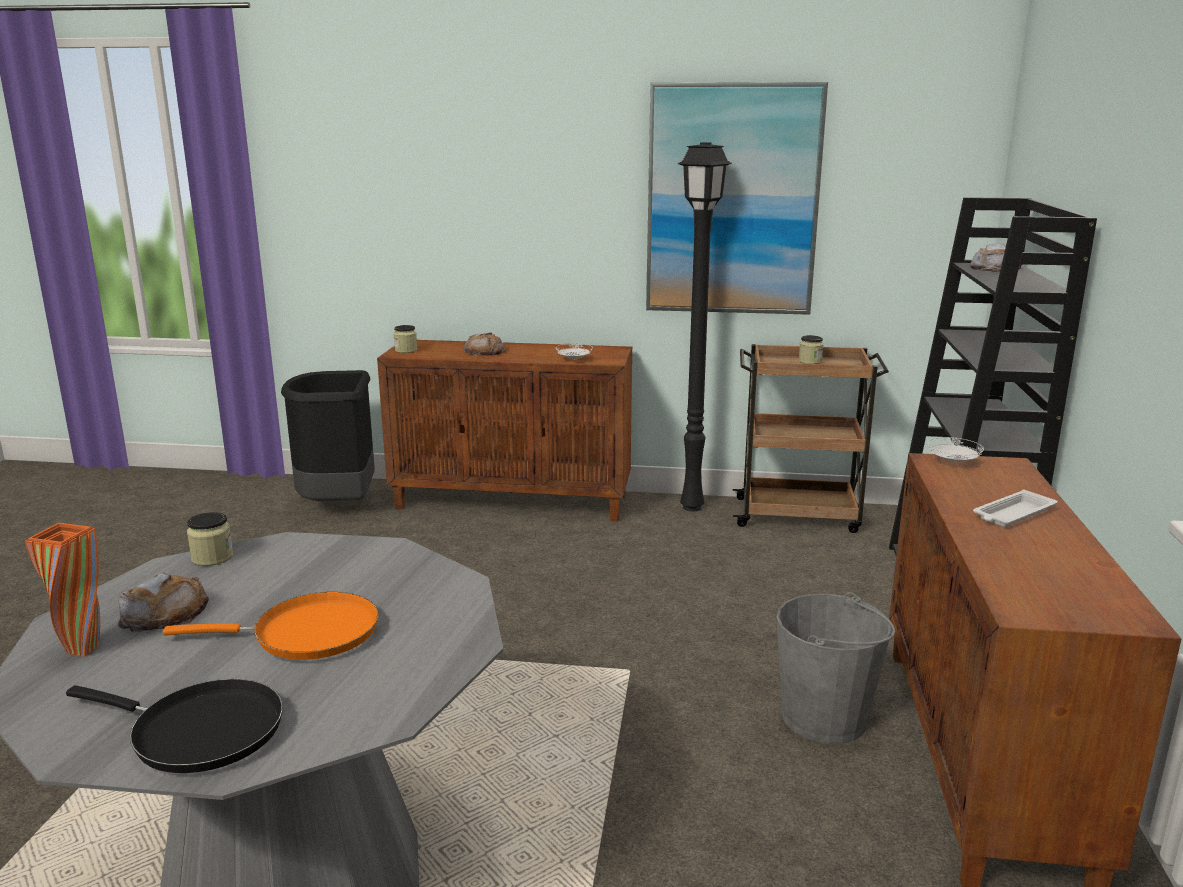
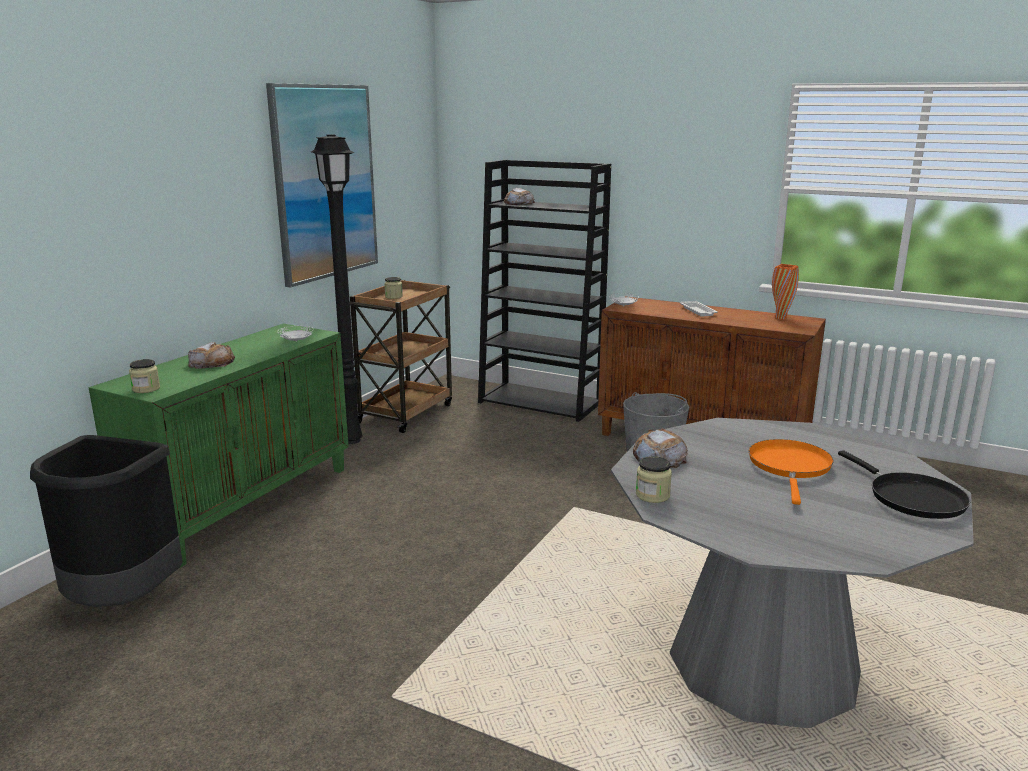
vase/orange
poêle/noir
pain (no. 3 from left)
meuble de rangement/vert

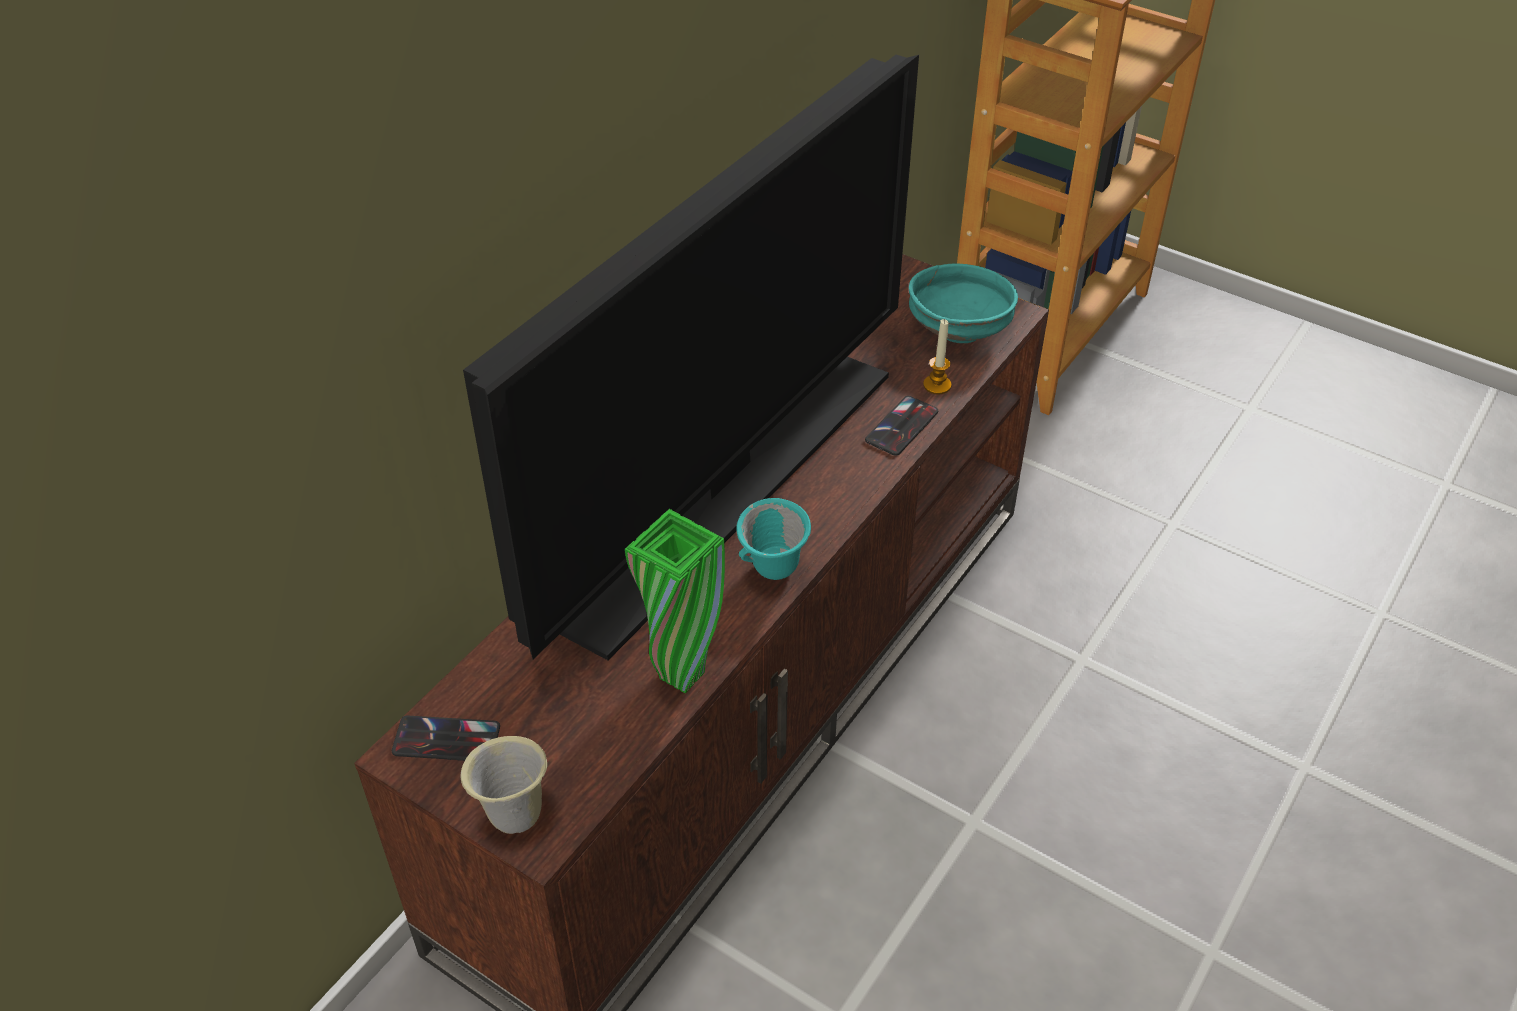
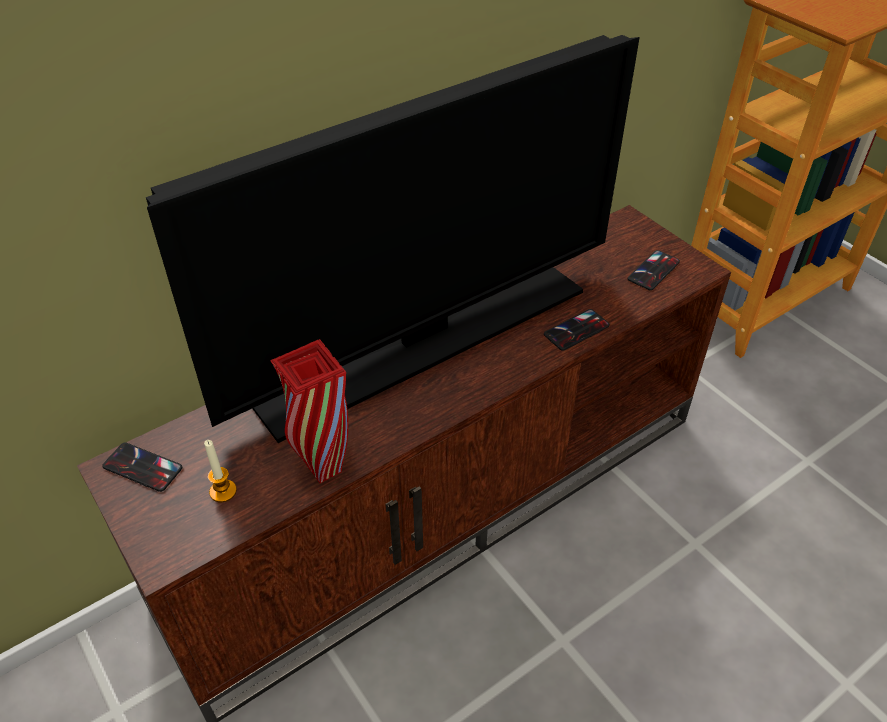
mug/beige
vase/rouge
mug/turquoise
téléphone (no. 3 from left)
bougie

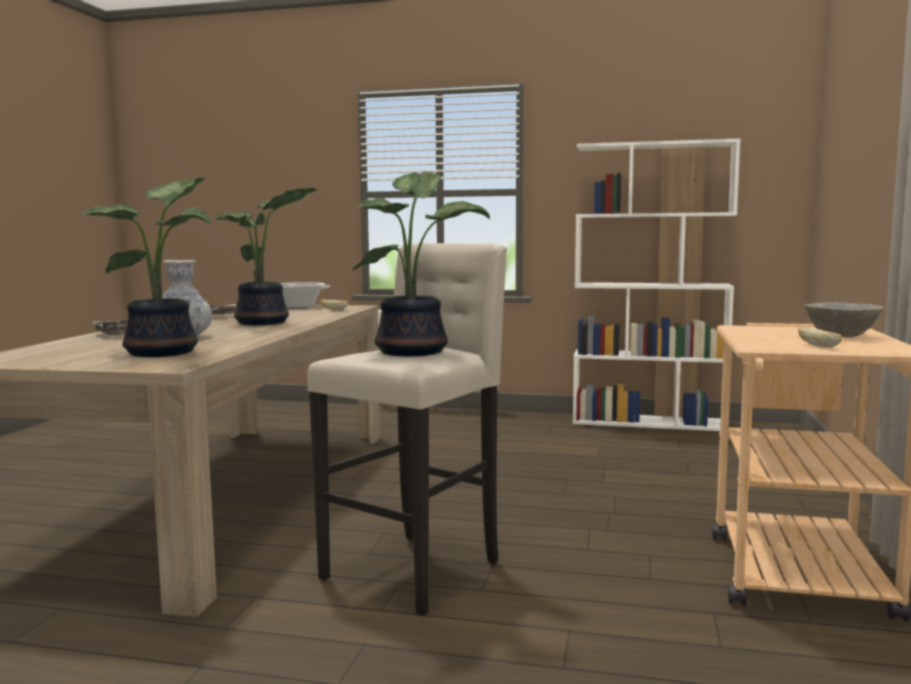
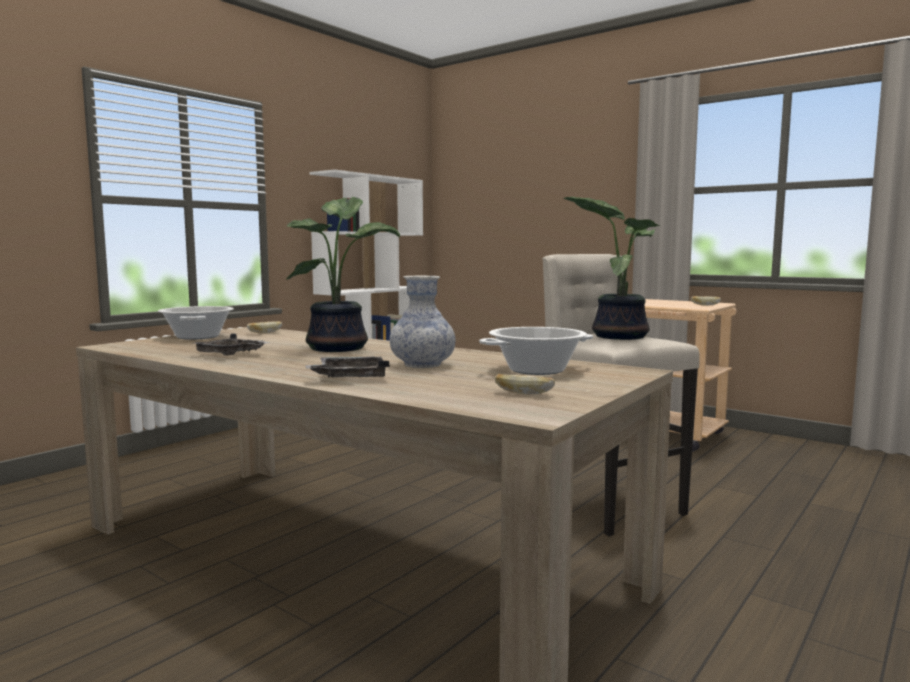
marmite (no. 2 from left)
bol/gris
pain (no. 2 from left)

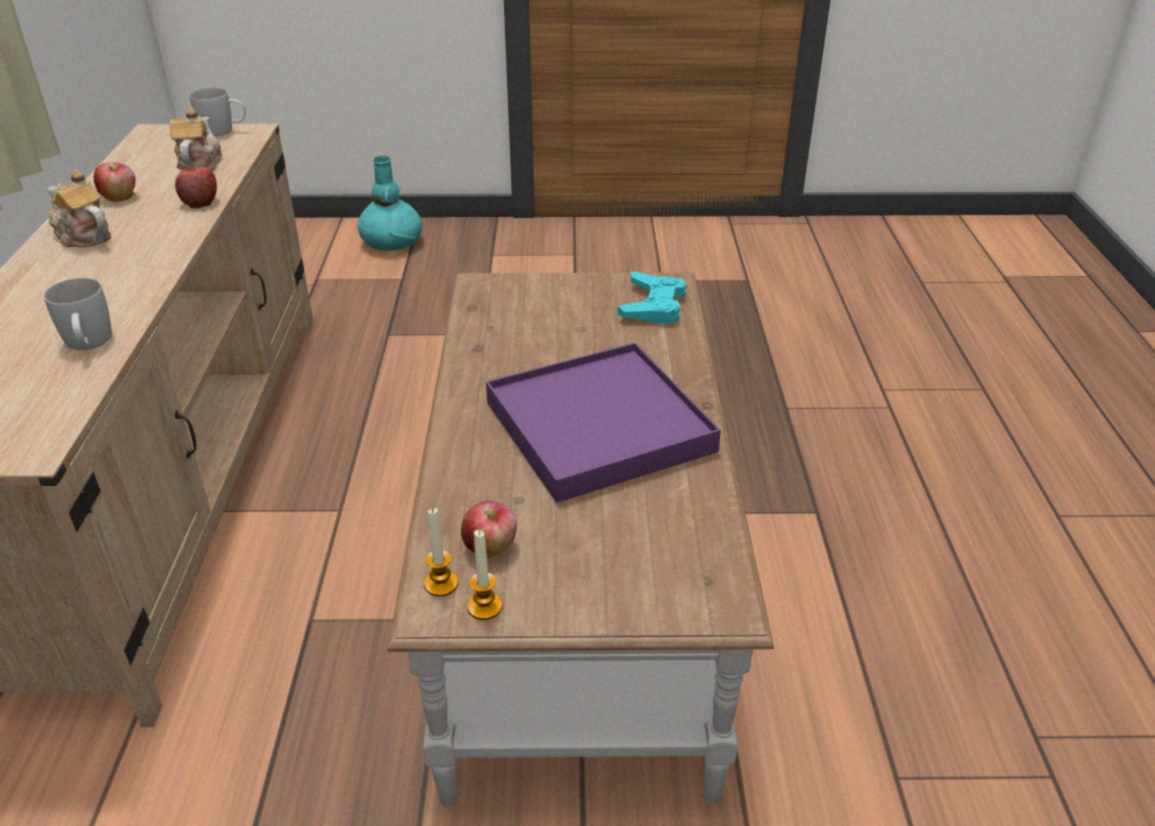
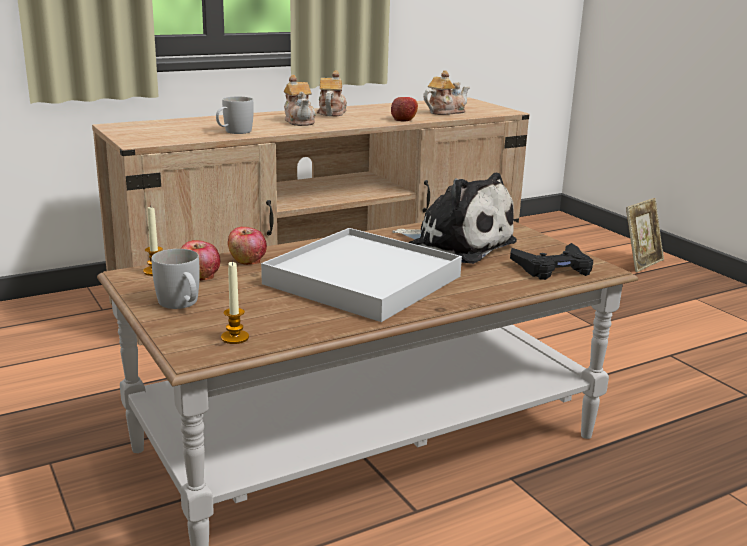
pomme (no. 2 from left)
mug/blanc (no. 1 from left)
cadre photo
bougie (no. 2 from left)
plateau/blanc
manette/noir
théière (no. 1 from left)
peluche

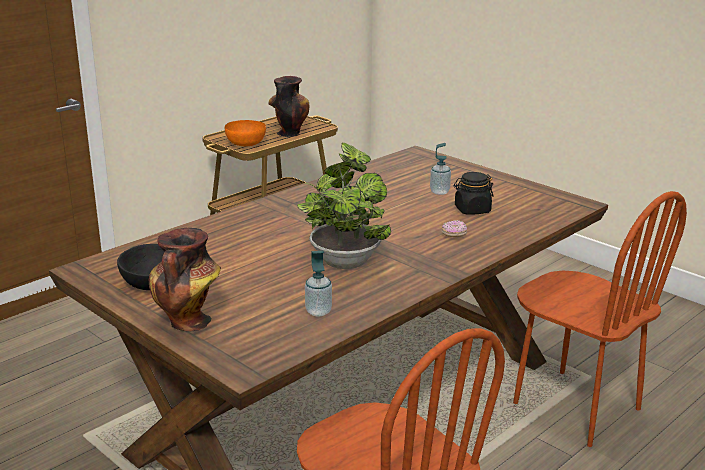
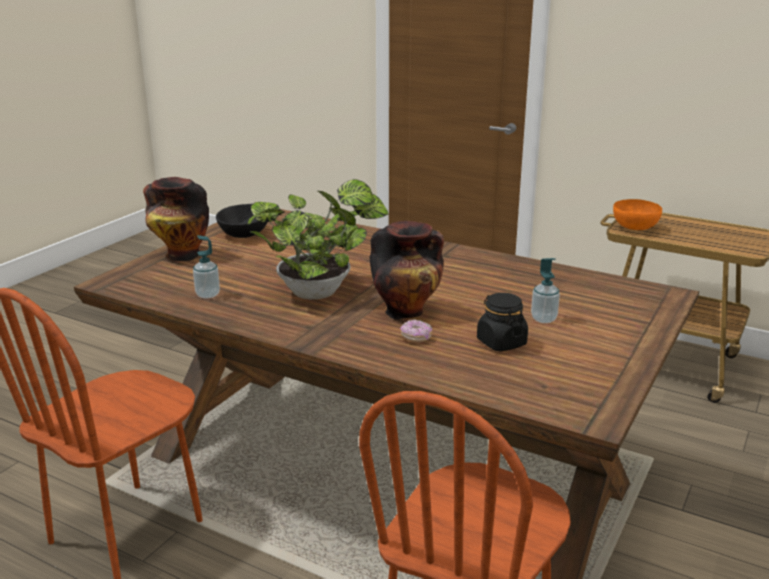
vase (no. 2 from left)

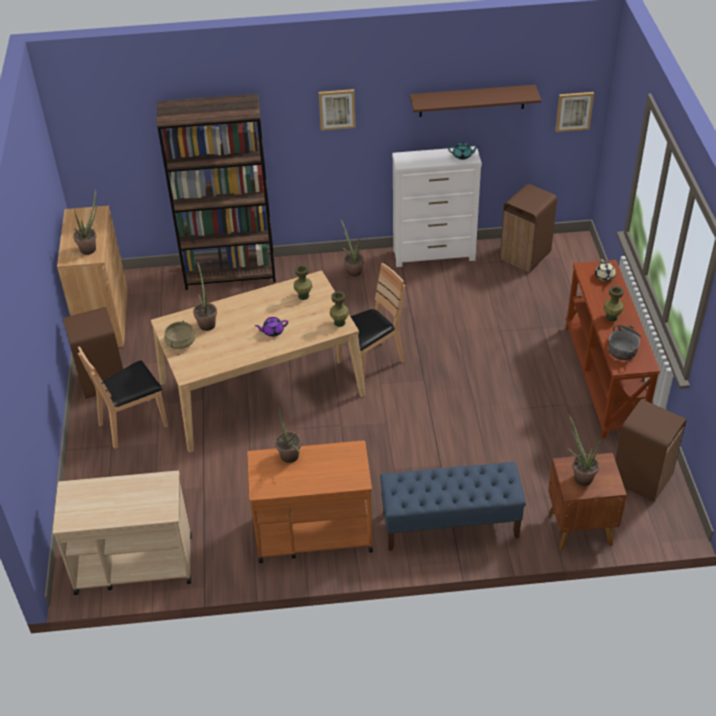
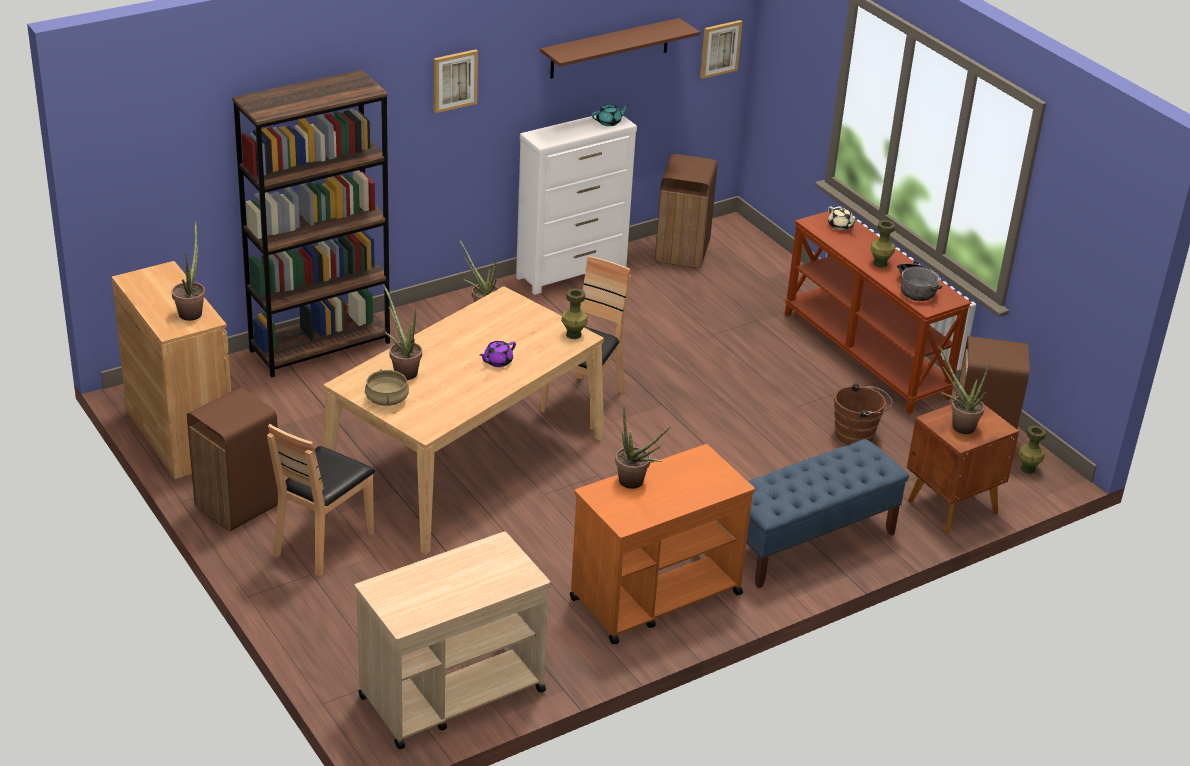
vase/vert (no. 3 from left)
seau/marron

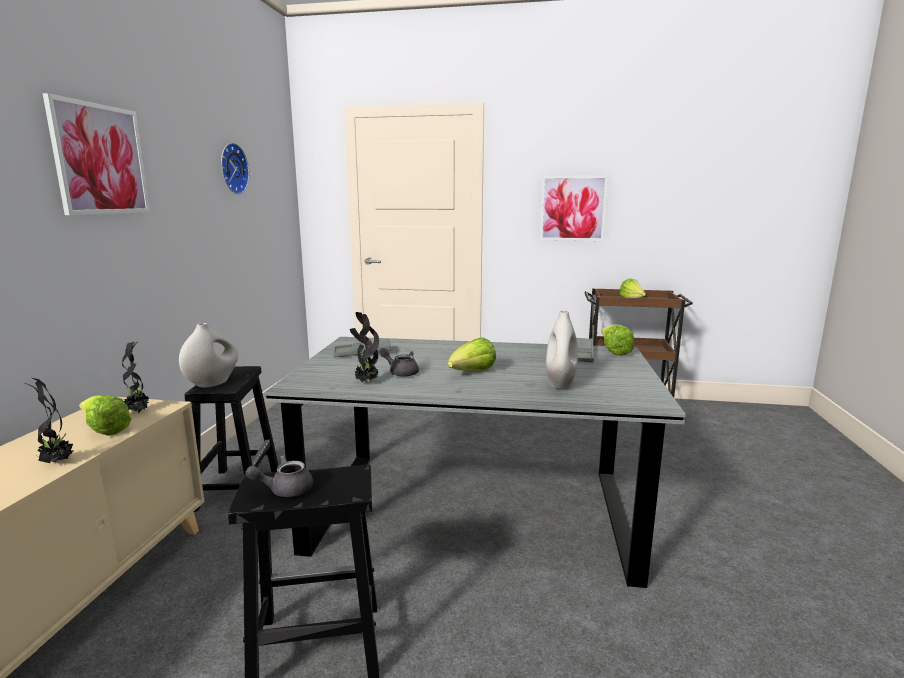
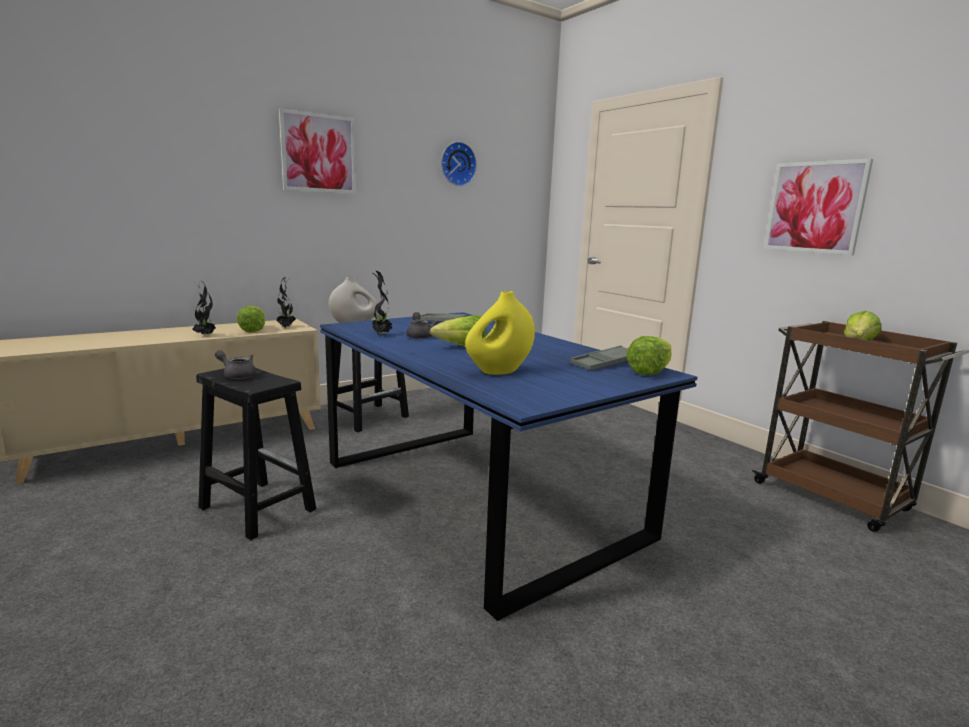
table à manger/bleu
vase/jaune

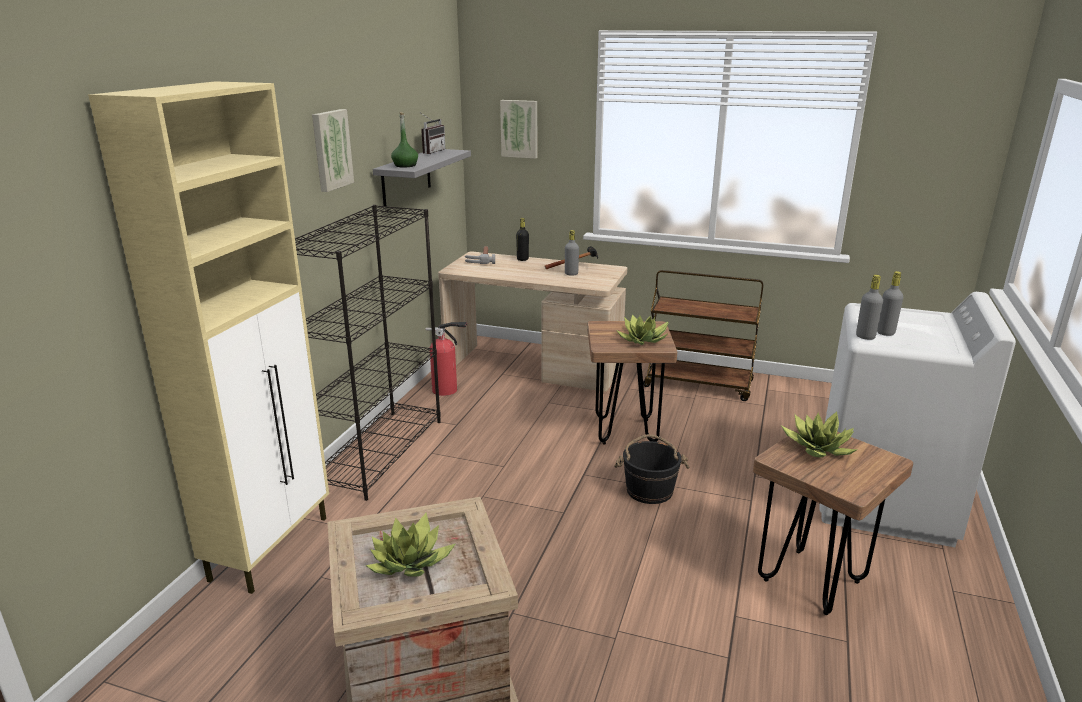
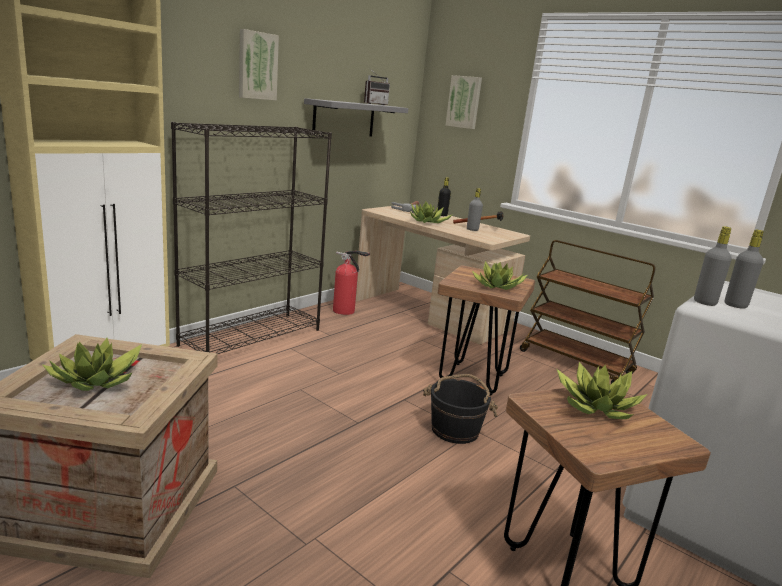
bouteille/vert
plante en pot (no. 2 from left)

